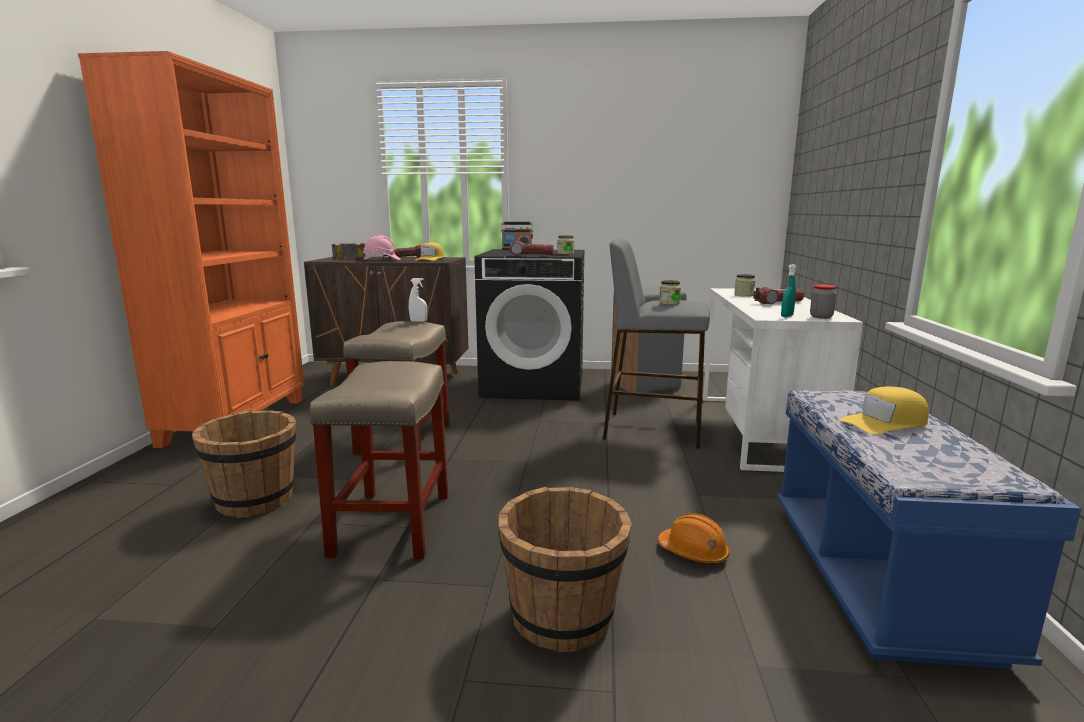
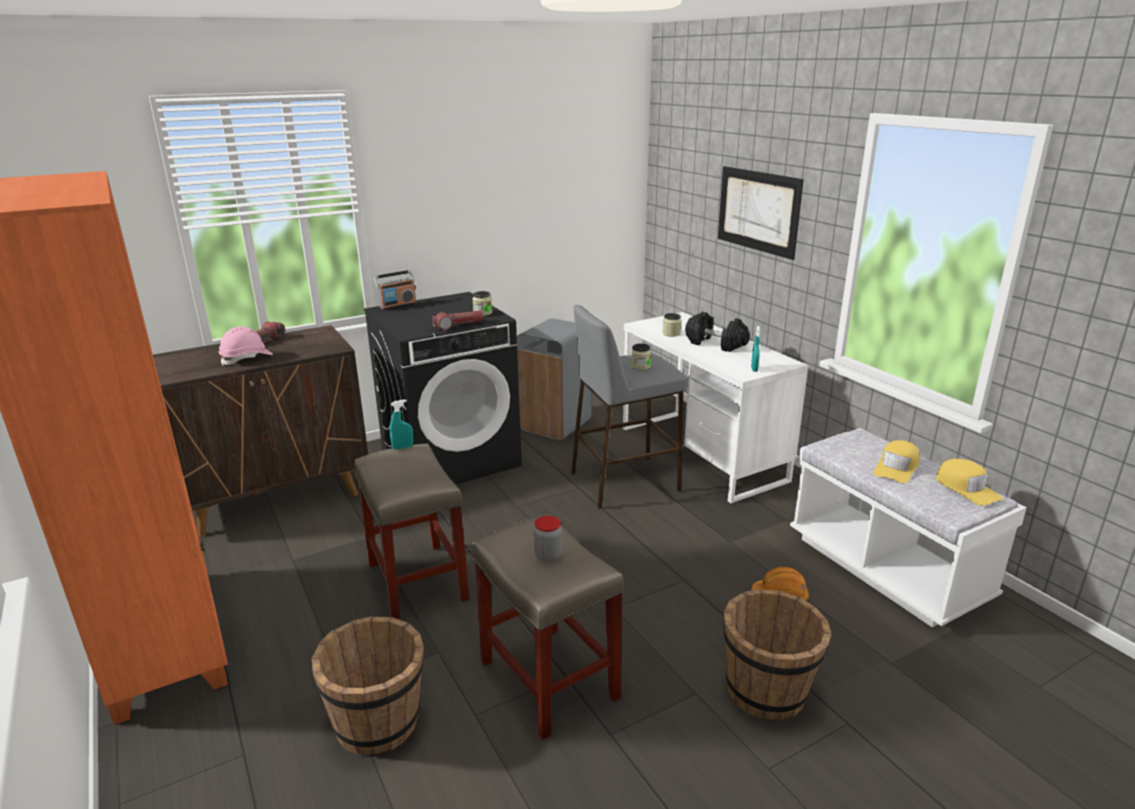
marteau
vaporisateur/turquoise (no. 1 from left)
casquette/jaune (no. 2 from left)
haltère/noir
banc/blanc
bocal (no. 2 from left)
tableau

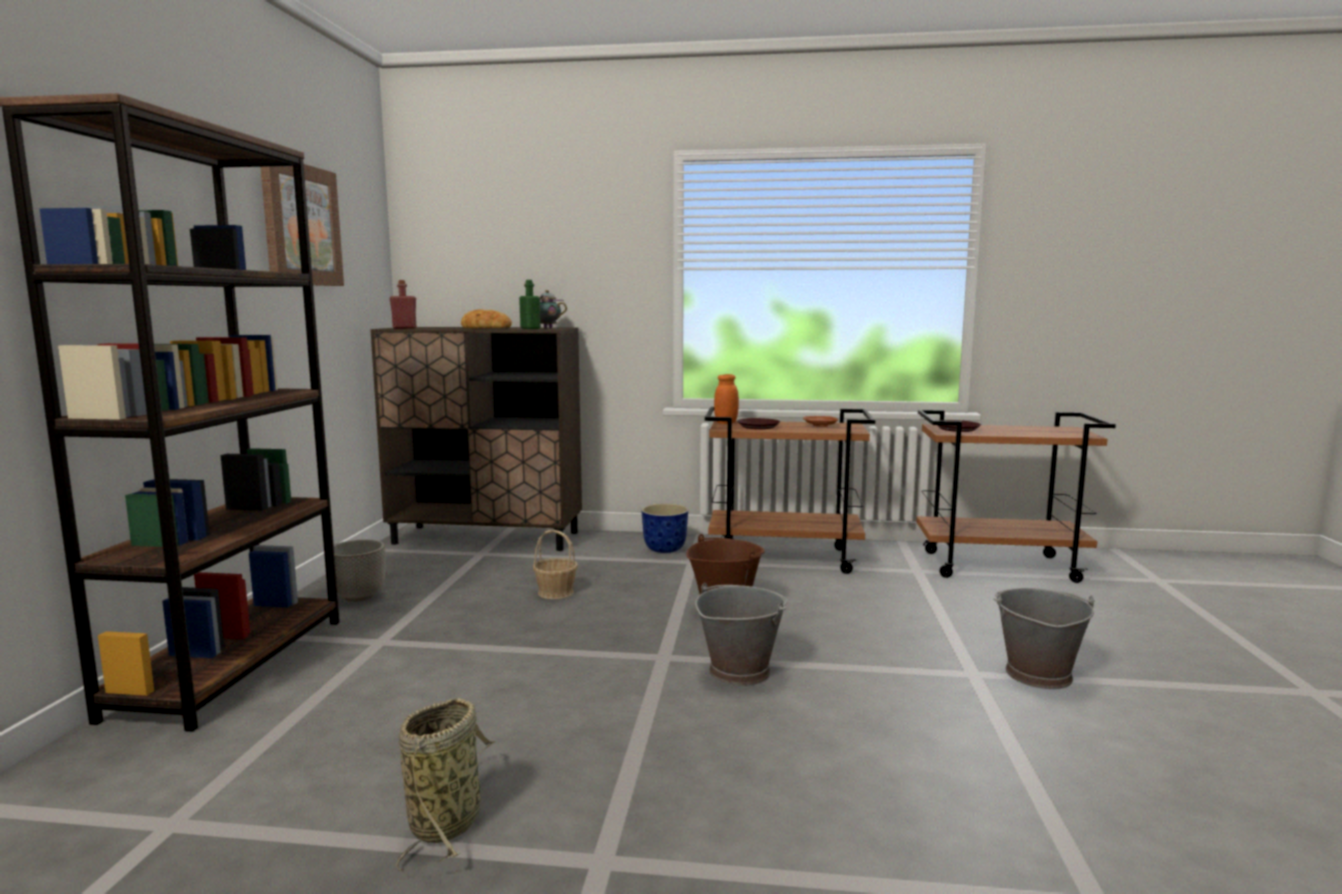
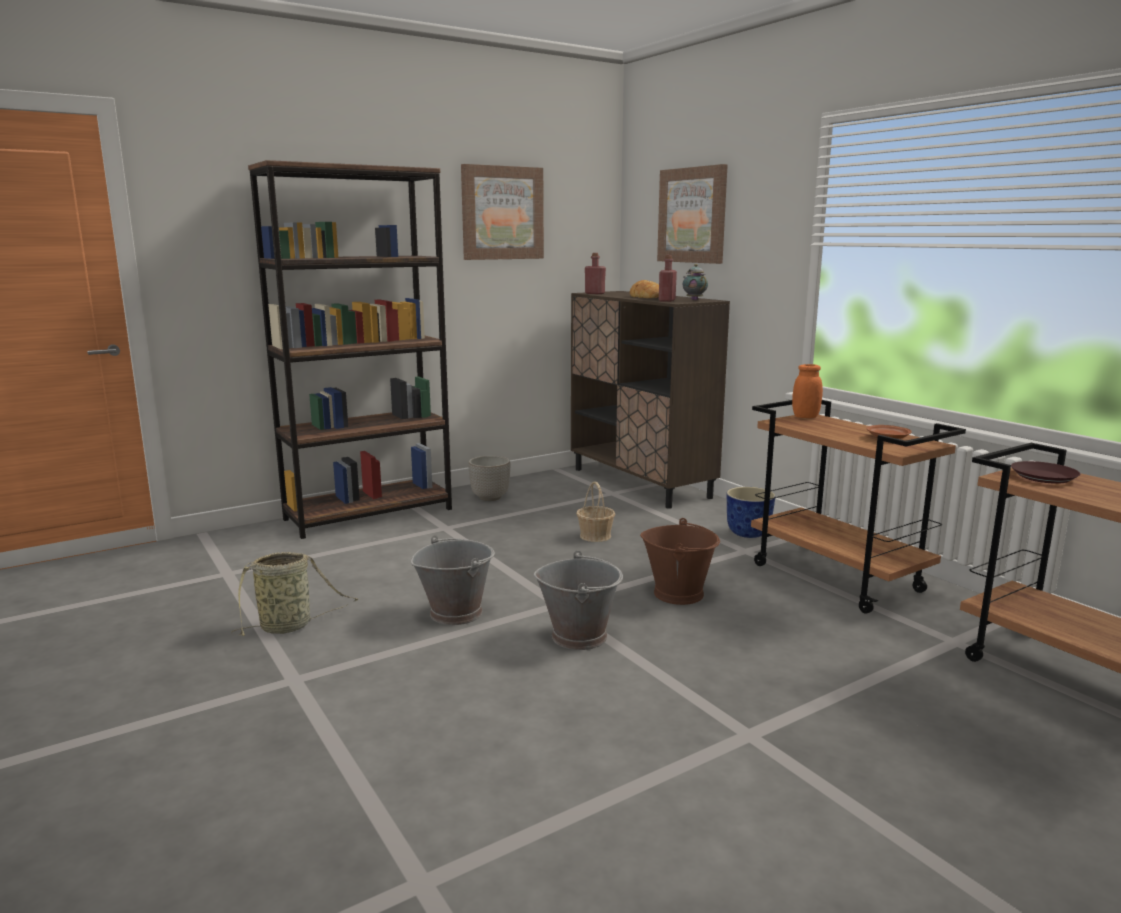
bouteille/rouge (no. 2 from left)
assiette/marron (no. 1 from left in the first image)
seau/gris (no. 1 from left)
tableau (no. 2 from left)

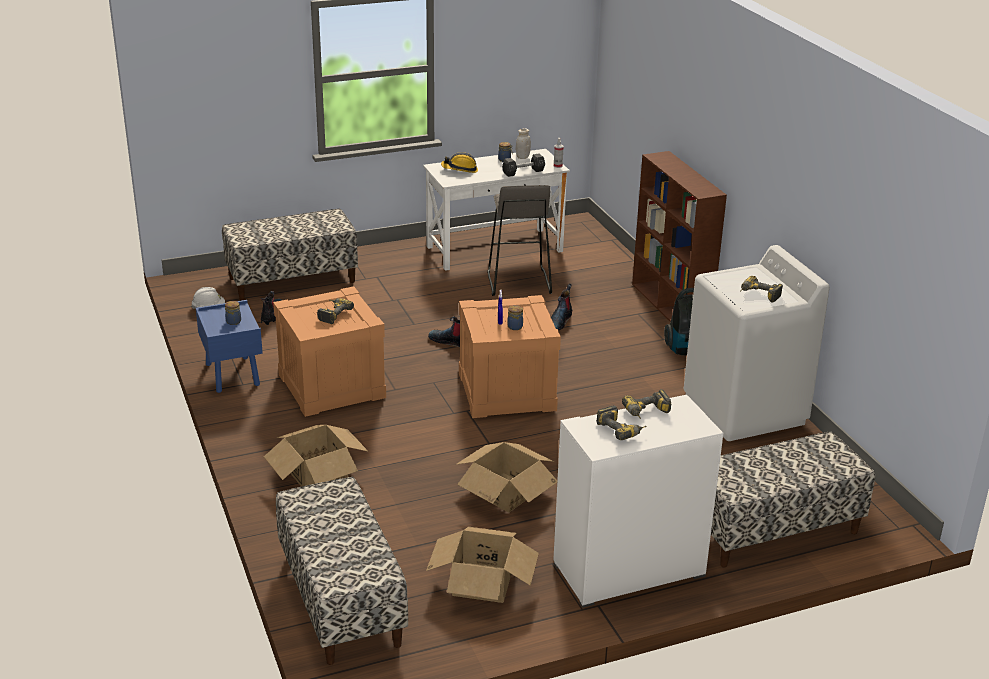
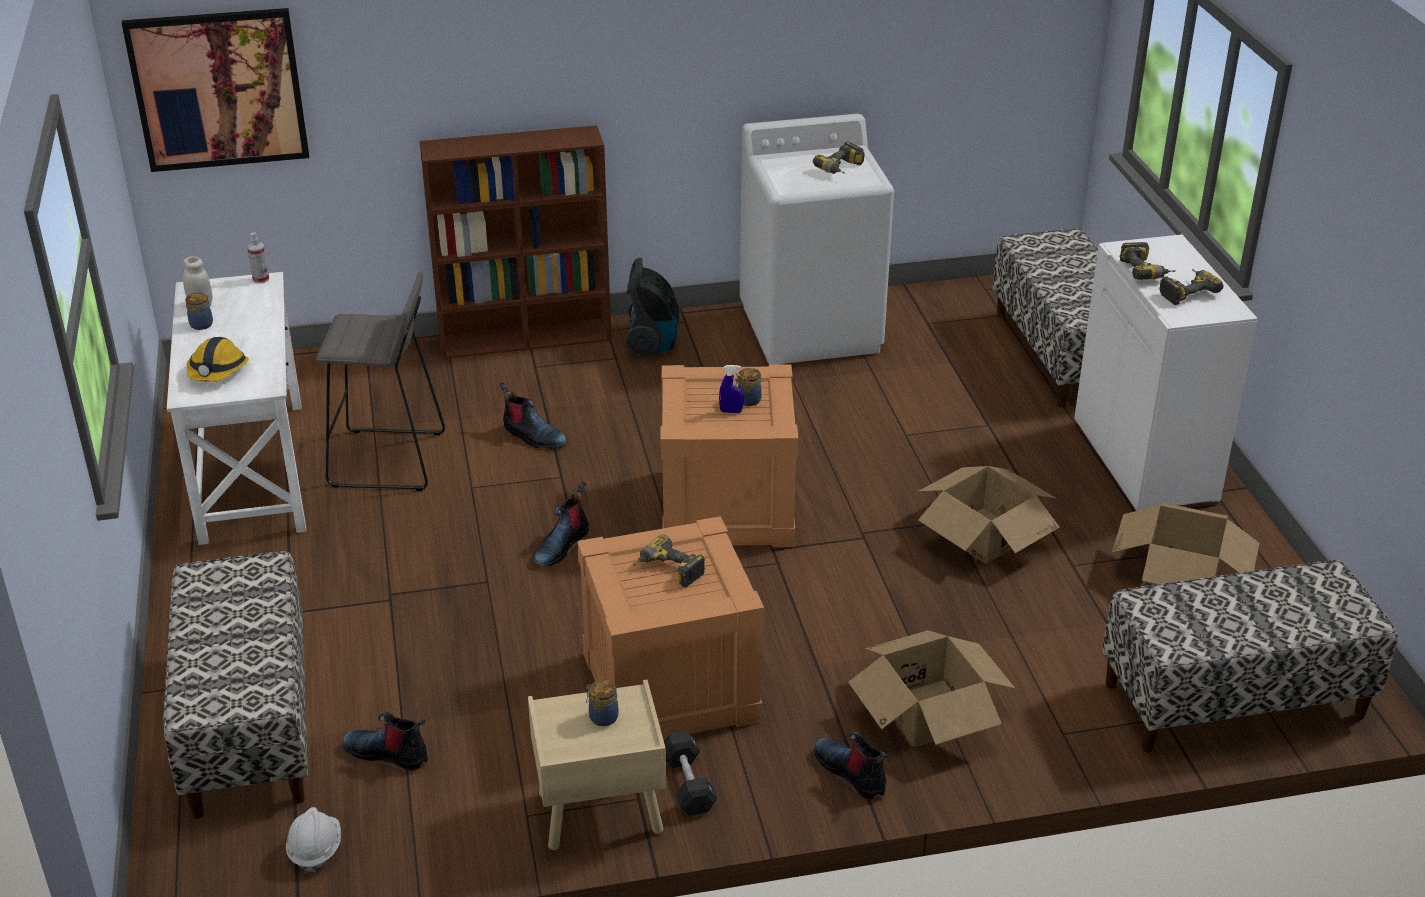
table de chevet/beige
haltère/noir
tableau
botte (no. 4 from left)

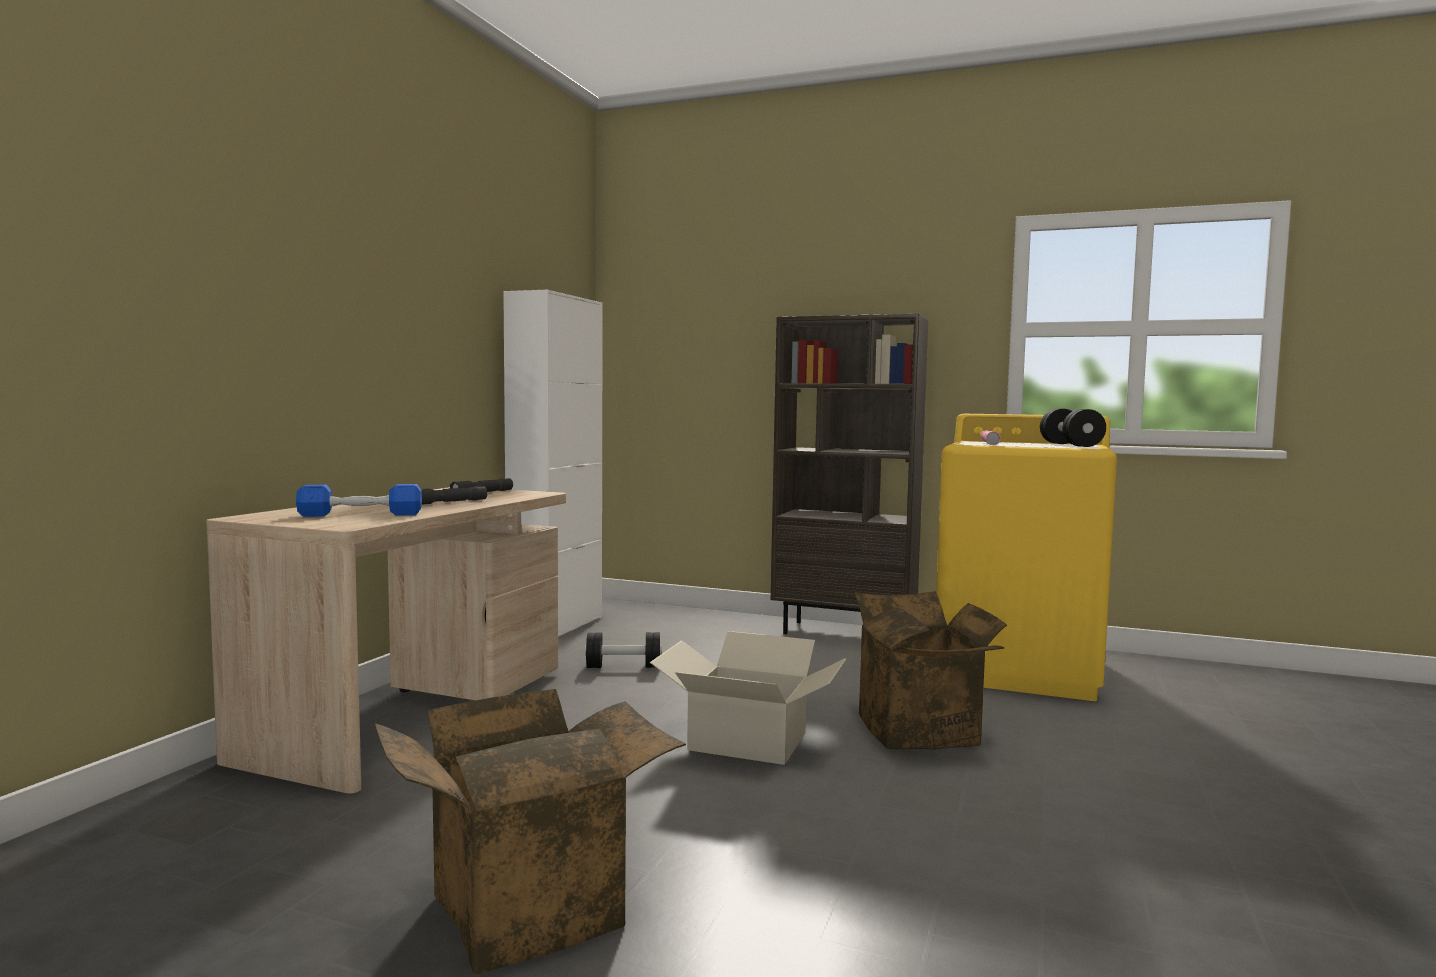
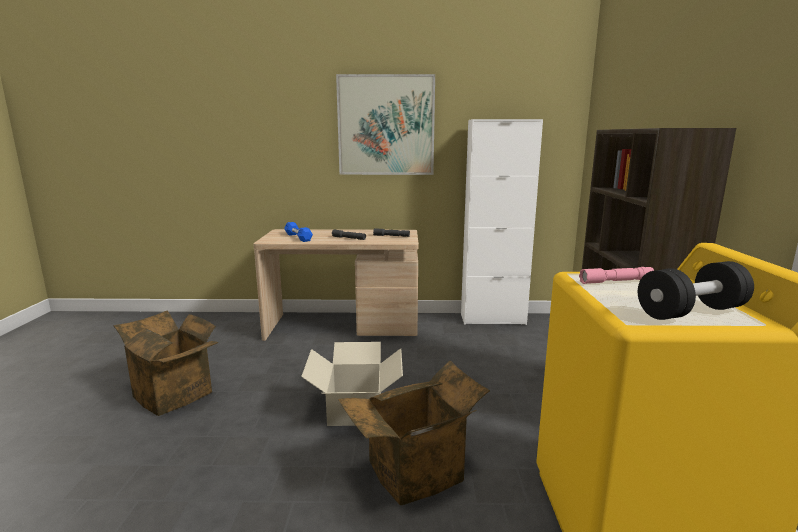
haltère/noir (no. 1 from left in the first image)
tableau

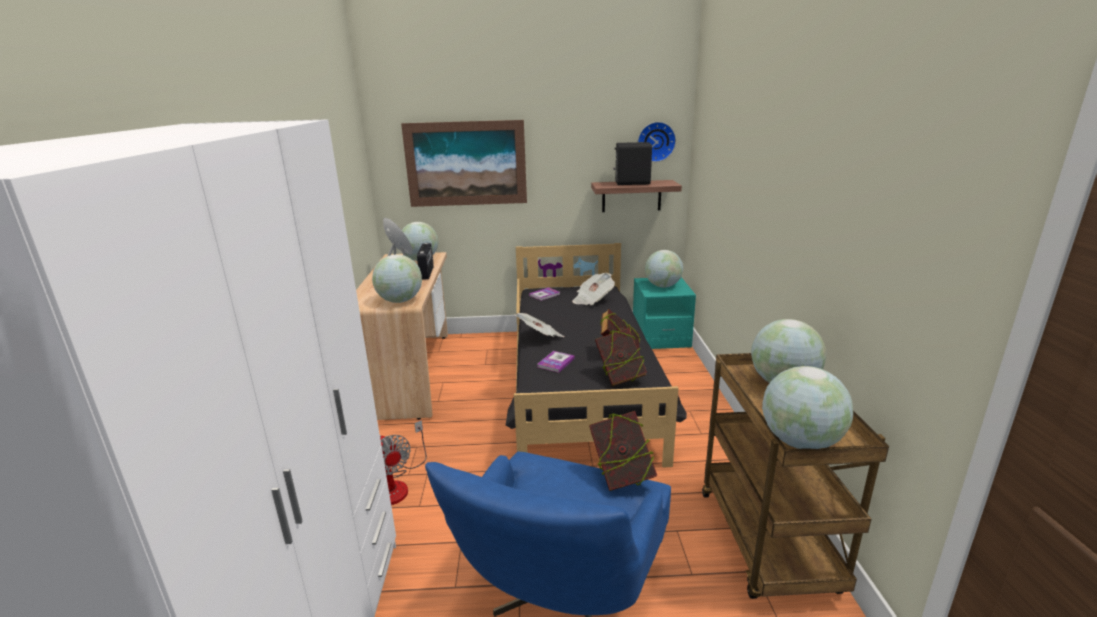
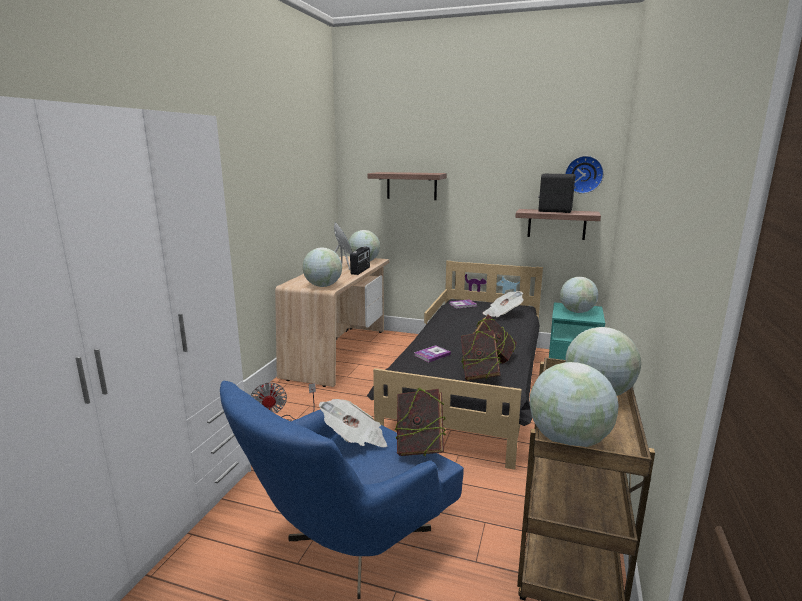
étagère (no. 1 from left)
journal (no. 1 from left)

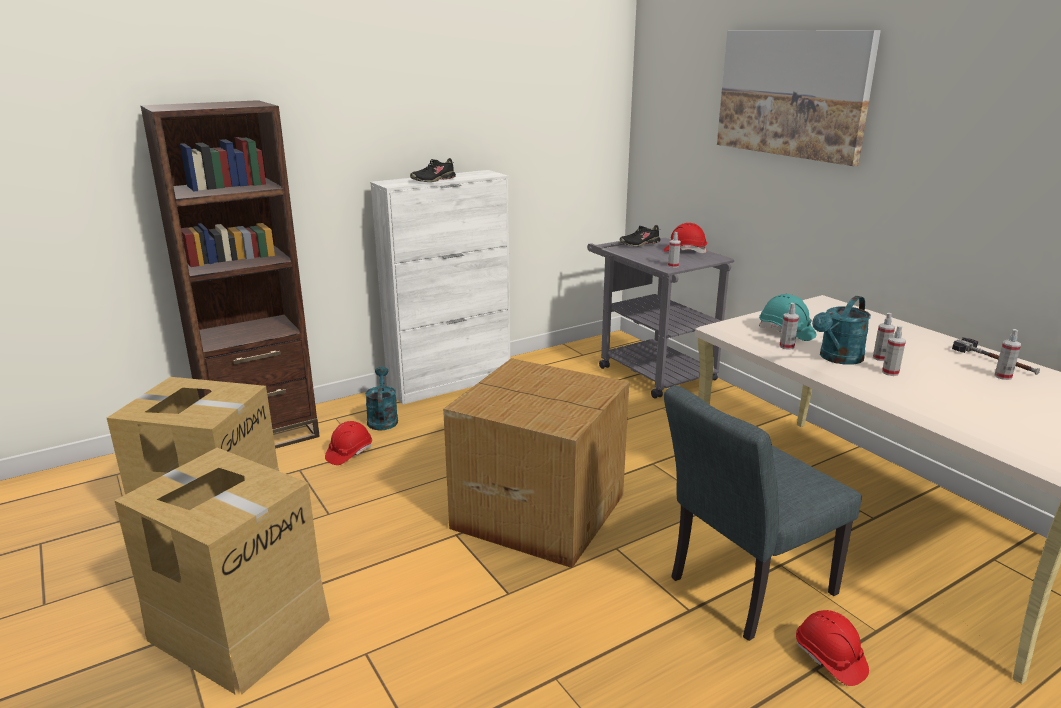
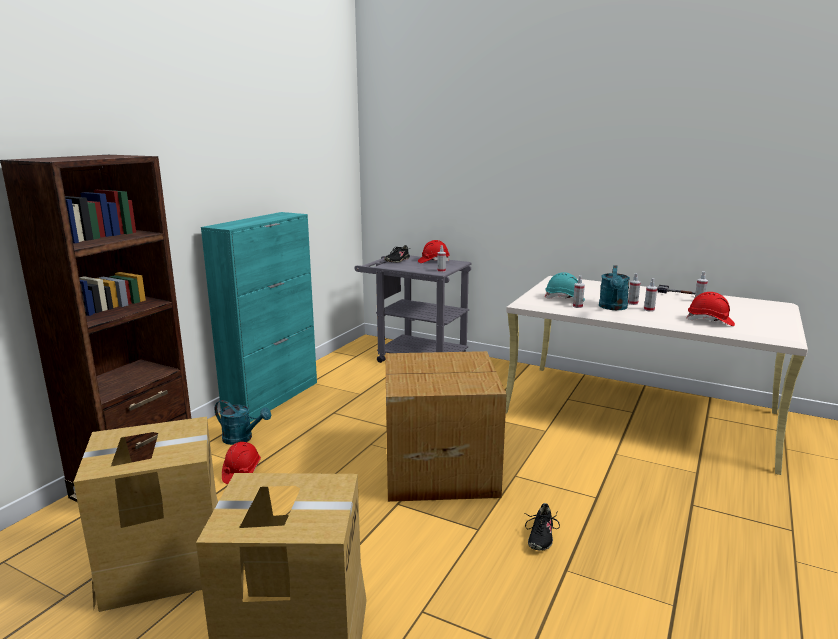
arrosoir/turquoise (no. 1 from left)
meuble de rangement/turquoise
chaussure/noir (no. 2 from left)
chaise/gris
tableau
casque de chantier/rouge (no. 3 from left)

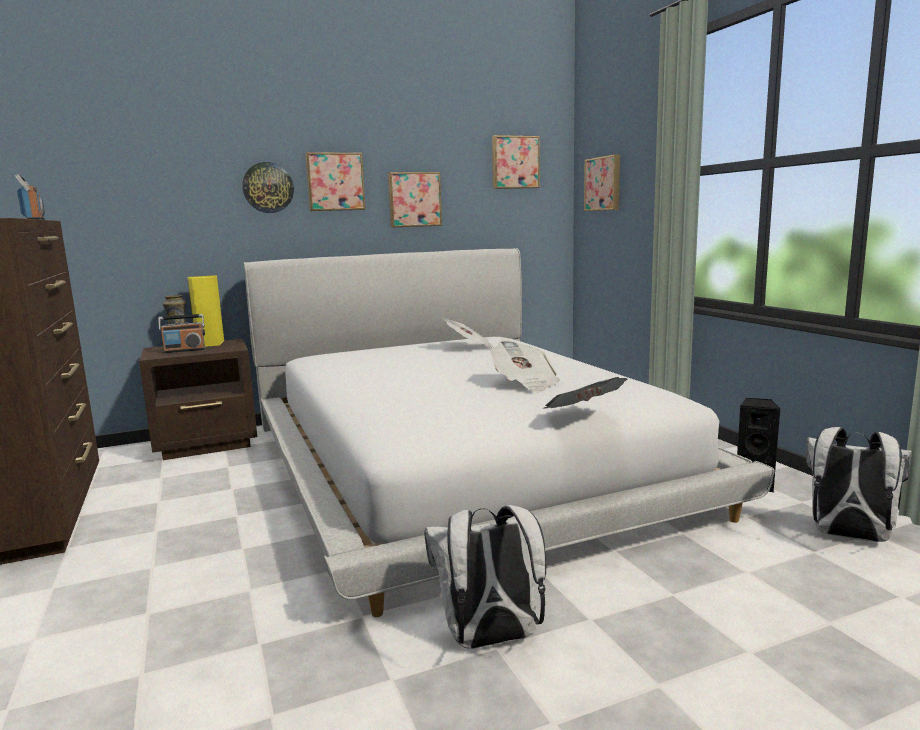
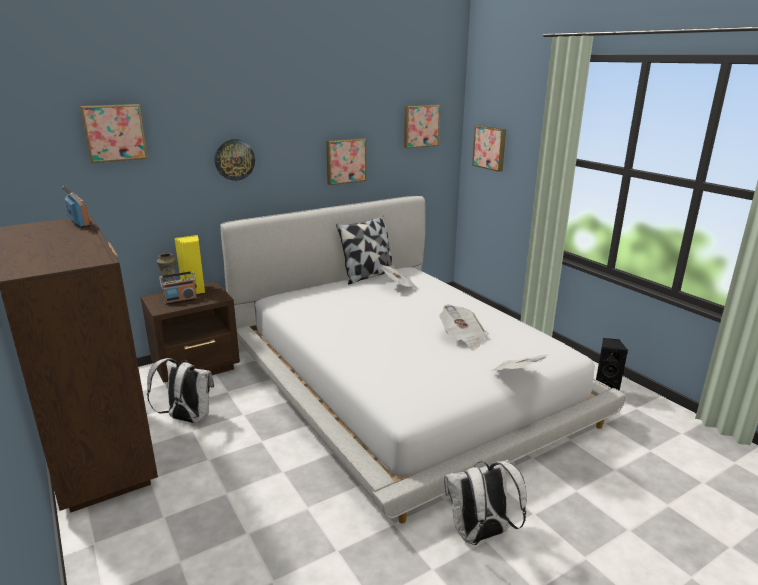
tableau (no. 1 from left)
sac à dos/blanc (no. 1 from left)
coussin

